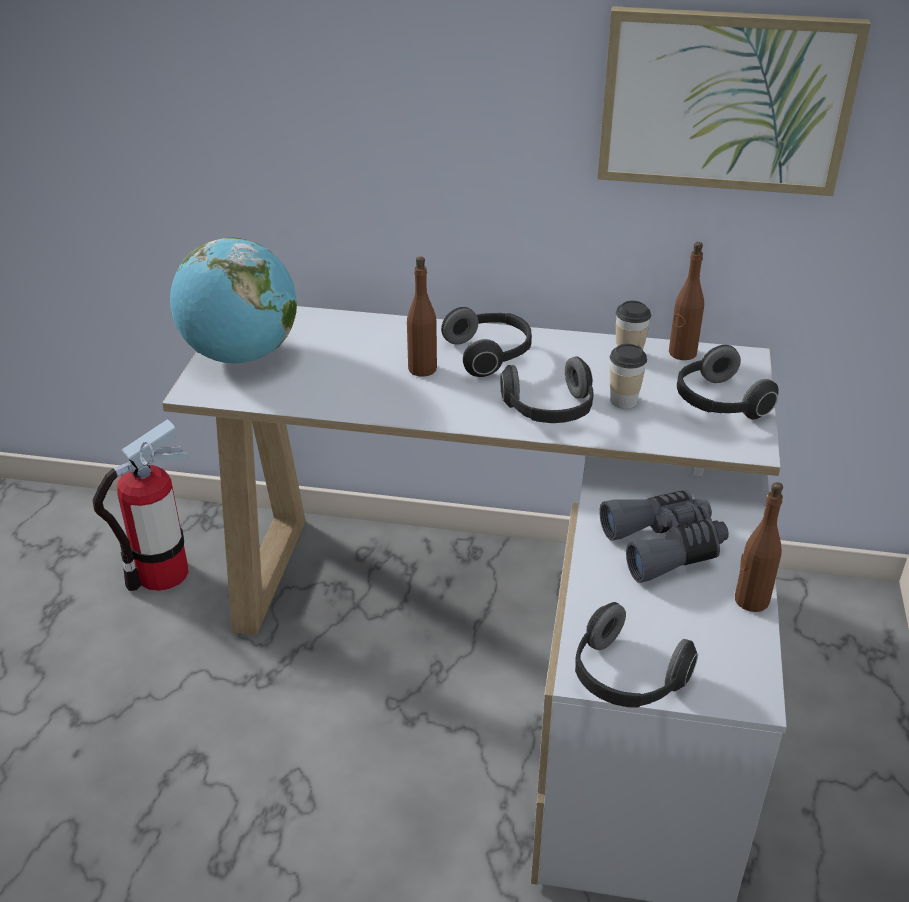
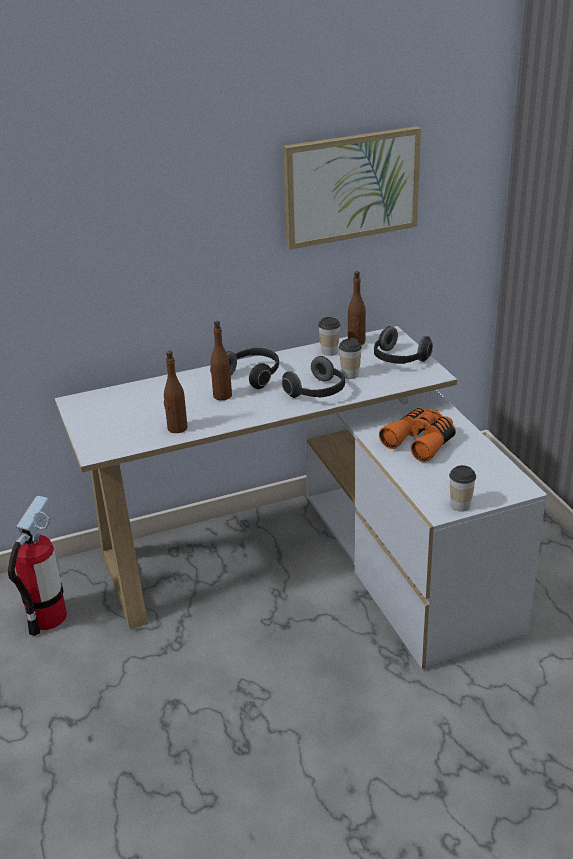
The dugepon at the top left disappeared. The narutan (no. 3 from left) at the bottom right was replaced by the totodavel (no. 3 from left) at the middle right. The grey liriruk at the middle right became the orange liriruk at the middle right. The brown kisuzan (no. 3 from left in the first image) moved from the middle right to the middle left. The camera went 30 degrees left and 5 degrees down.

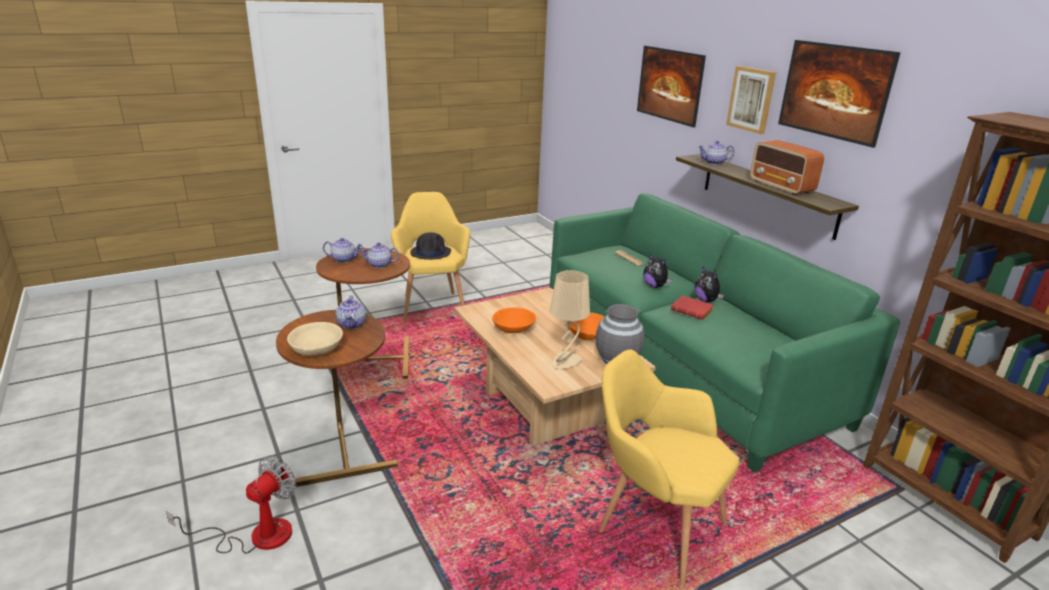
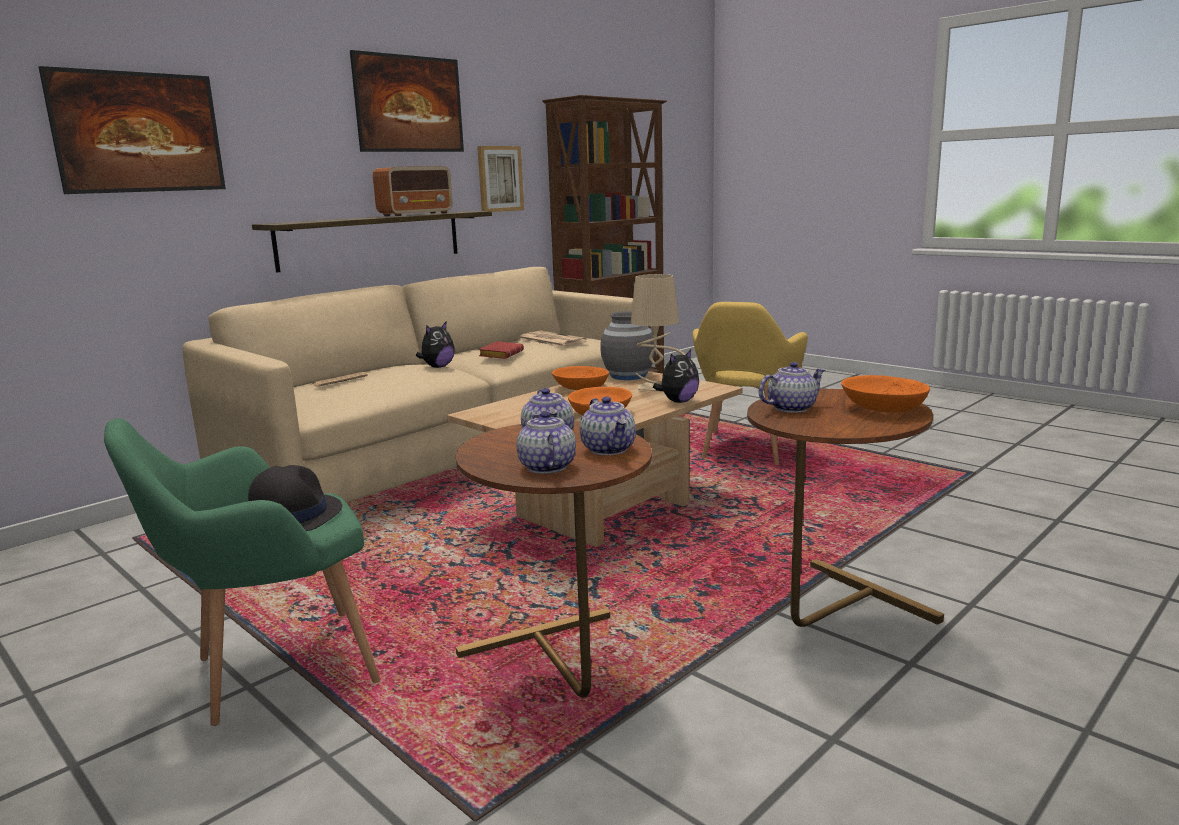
The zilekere at the bottom left disappeared. The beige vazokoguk at the middle left became the orange vazokoguk (no. 3 from left) at the middle right. The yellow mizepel (no. 1 from left) at the centre became the green mizepel at the bottom left. The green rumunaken at the middle right became the beige rumunaken at the centre. The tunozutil (no. 2 from left) moved from the middle right to the centre. The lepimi (no. 4 from left in the first image) moved from the top right to the centre. The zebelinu (no. 2 from left in the first image) moved from the top right to the top centre. The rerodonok (no. 2 from left) at the centre appeared. The camera went 105 degrees left and 10 degrees down.

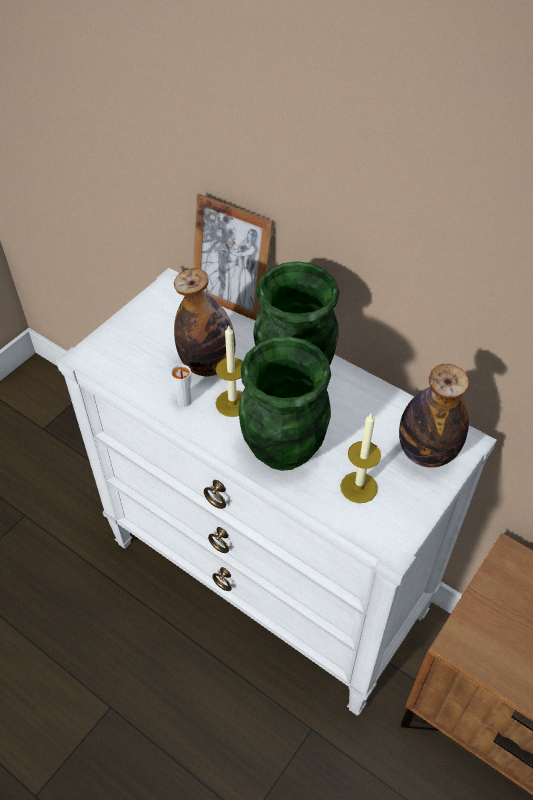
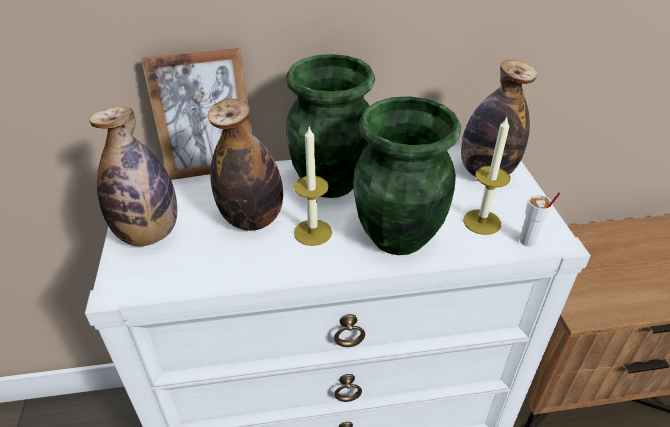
The white totodavel moved from the centre to the middle right. The kisuzan (no. 1 from left) at the middle left appeared. The camera went 45 degrees left and 10 degrees down.

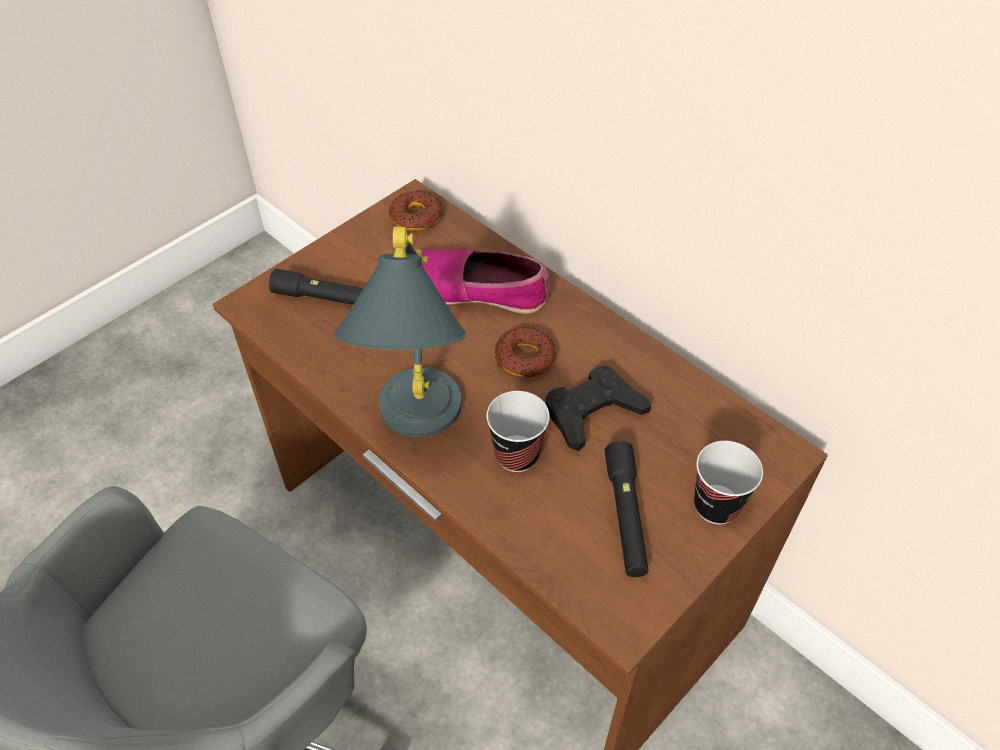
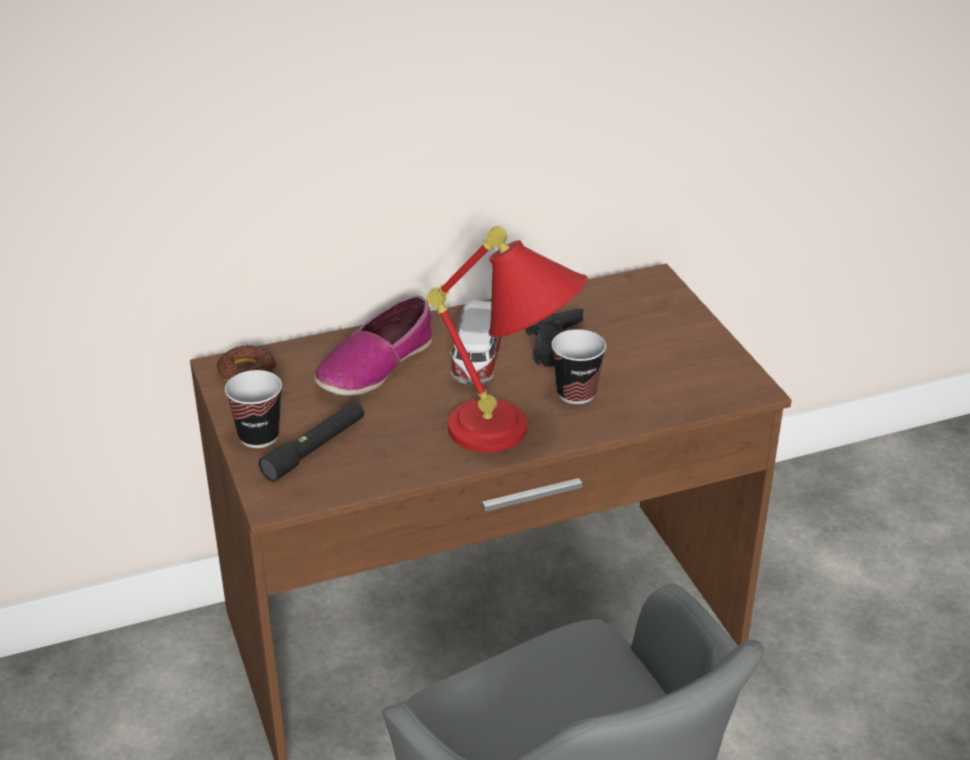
The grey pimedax at the centre became the red pimedax at the centre. The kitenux (no. 2 from left) at the centre was replaced by the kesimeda at the centre. The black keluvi (no. 2 from left) at the bottom centre disappeared. The totodavel (no. 2 from left in the first image) moved from the middle right to the middle left. The camera went 65 degrees left and 15 degrees down.

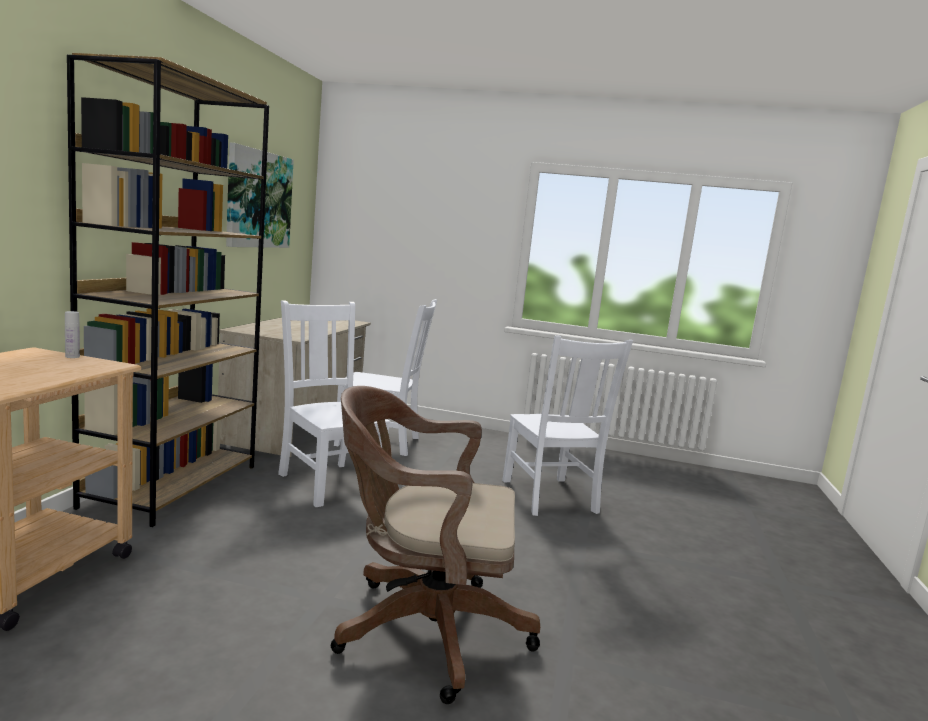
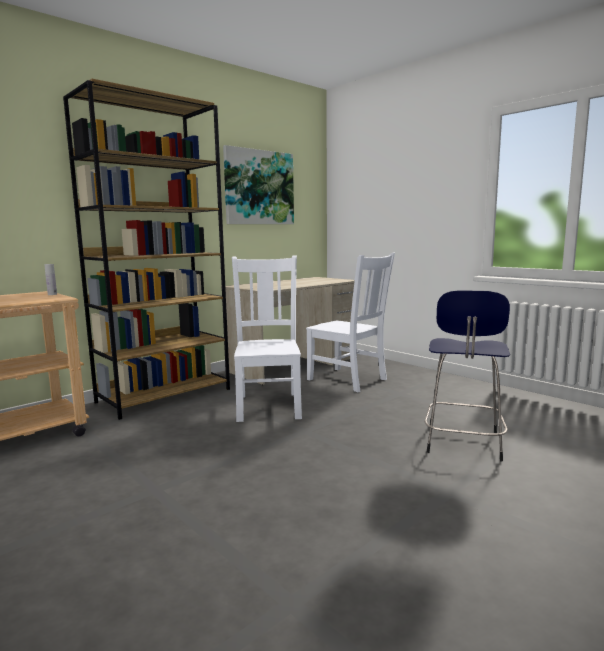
The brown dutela at the bottom centre disappeared. The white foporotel (no. 3 from left) at the centre was replaced by the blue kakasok at the middle right. The camera went 35 degrees right and 0 degrees up.

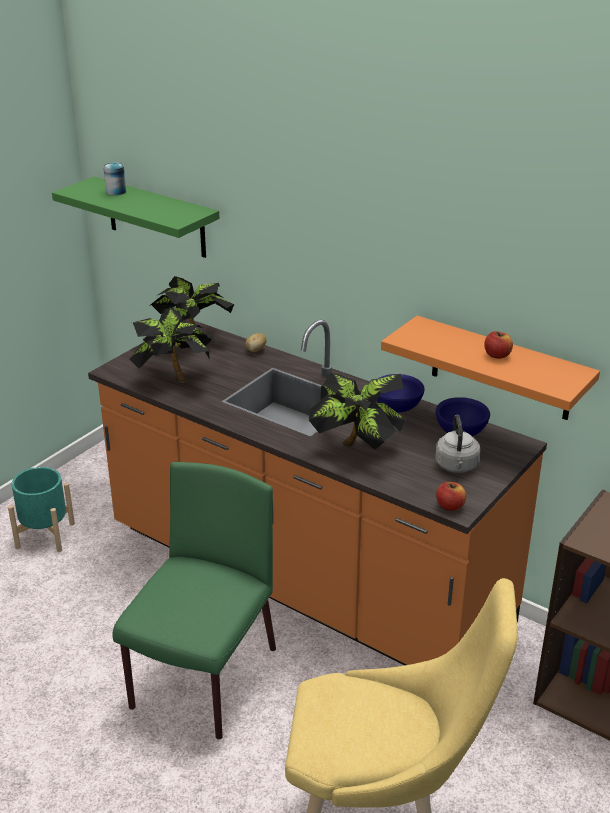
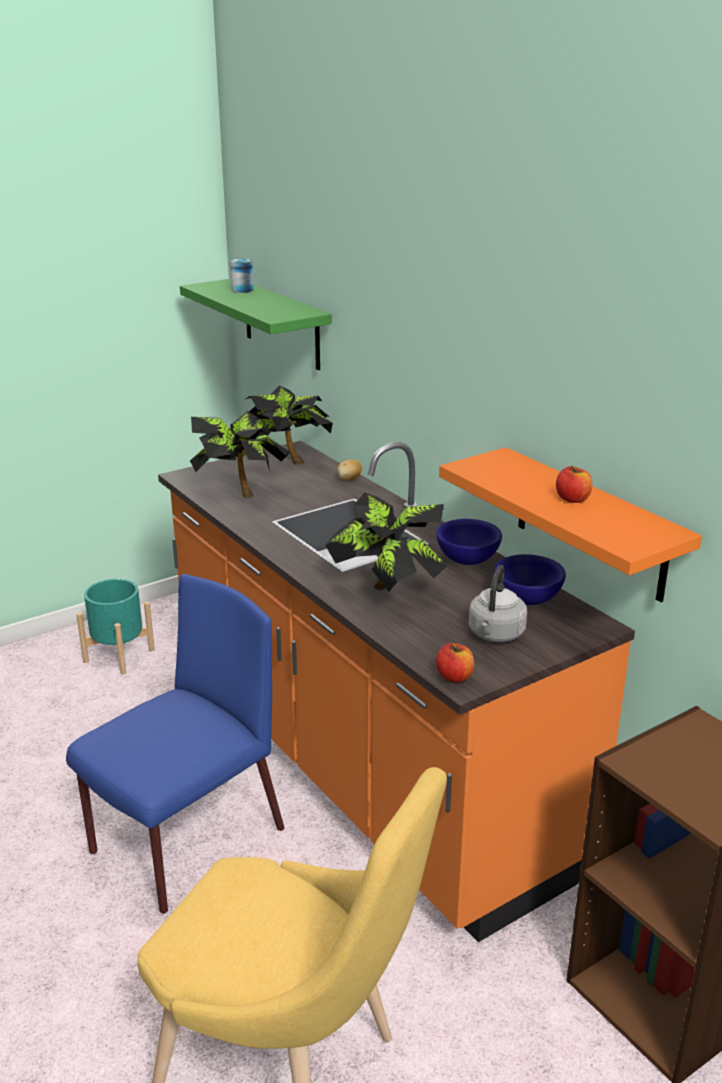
The green foporotel at the bottom left became the blue foporotel at the bottom left. The camera went 20 degrees right and 5 degrees down.

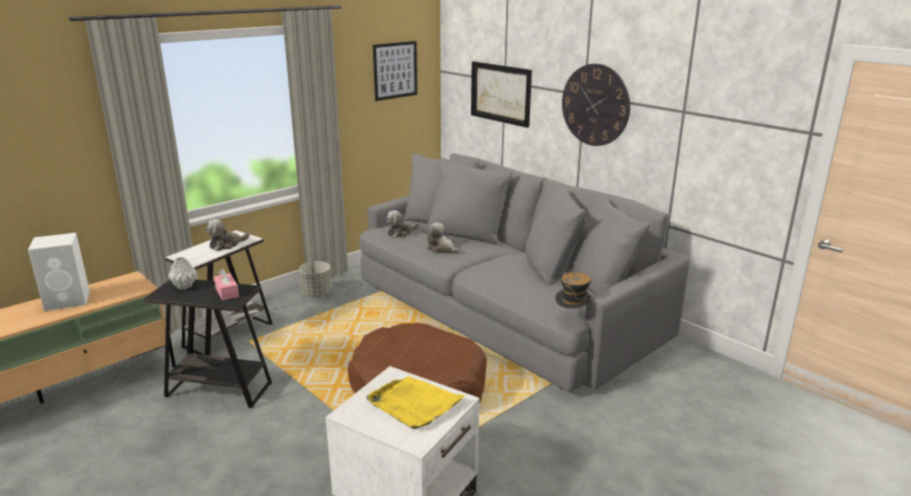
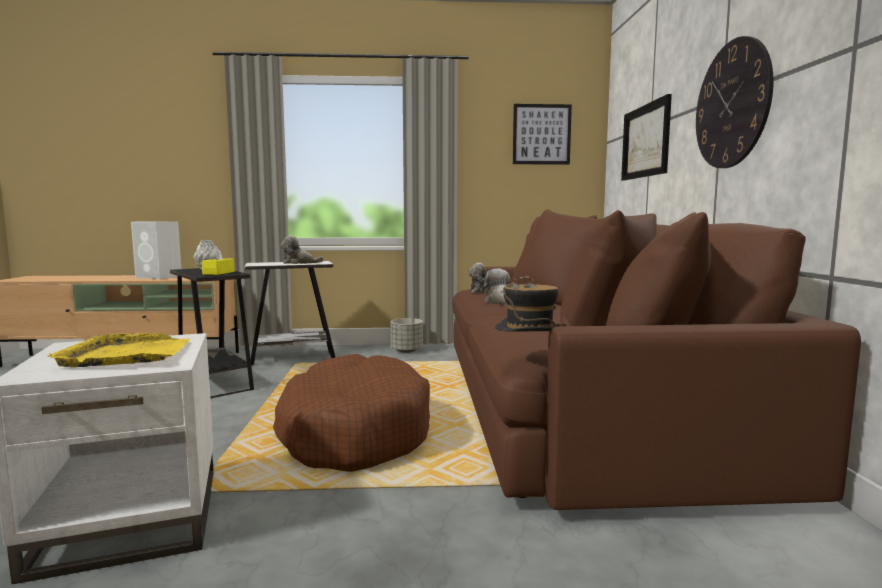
The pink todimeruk at the middle left became the yellow todimeruk at the middle left. The grey rumunaken at the centre became the brown rumunaken at the middle right. The camera went 40 degrees right and 15 degrees down.

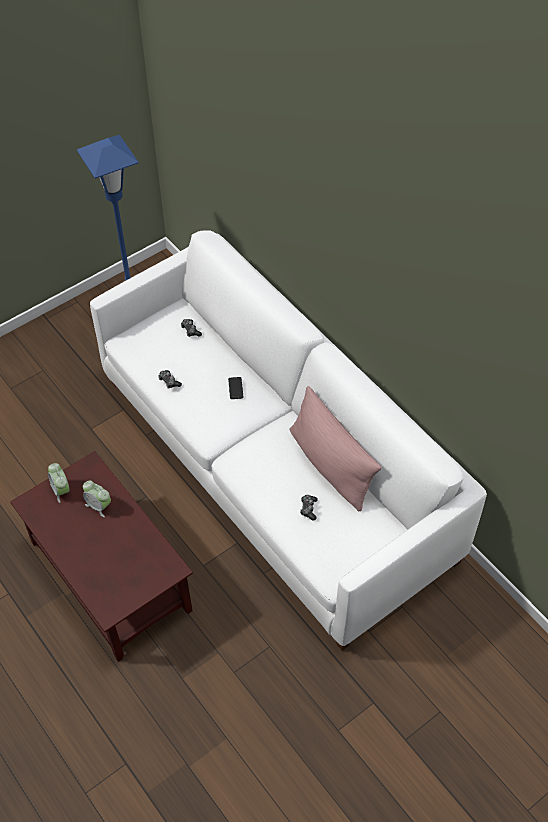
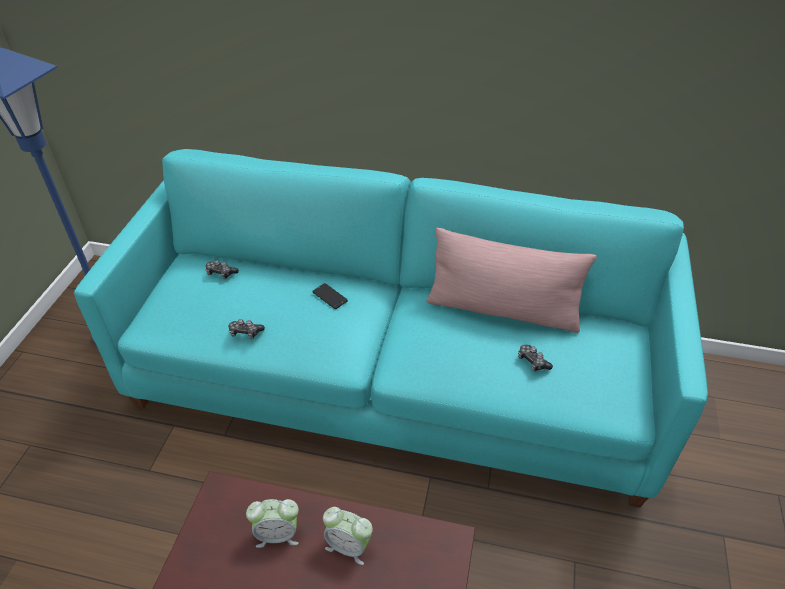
The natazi (no. 1 from left in the first image) moved from the middle left to the bottom centre. The white rumunaken at the centre became the turquoise rumunaken at the centre. The camera went 40 degrees left and 10 degrees down.

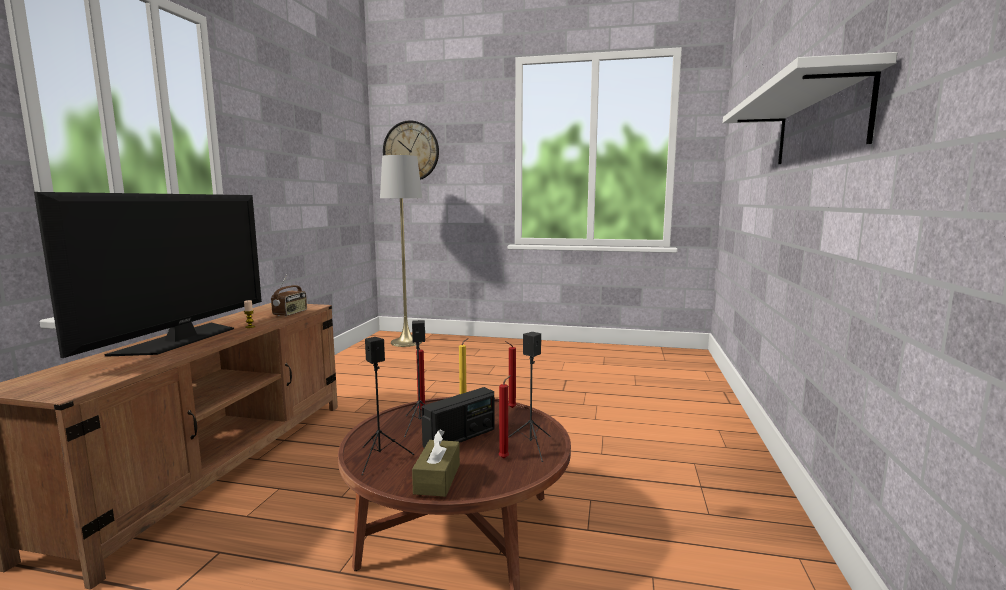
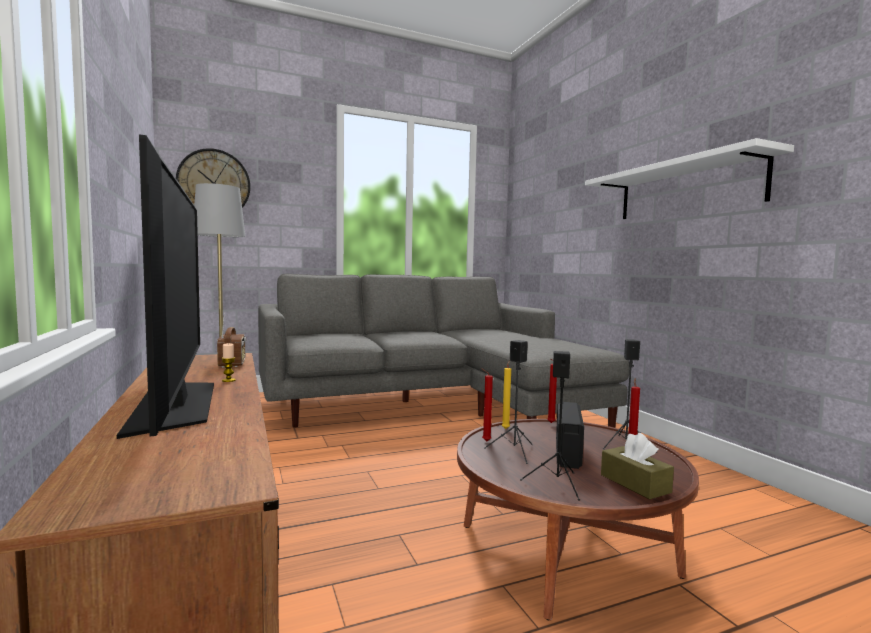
The grey rumunaken at the centre appeared. The camera went 35 degrees left and 5 degrees down.

